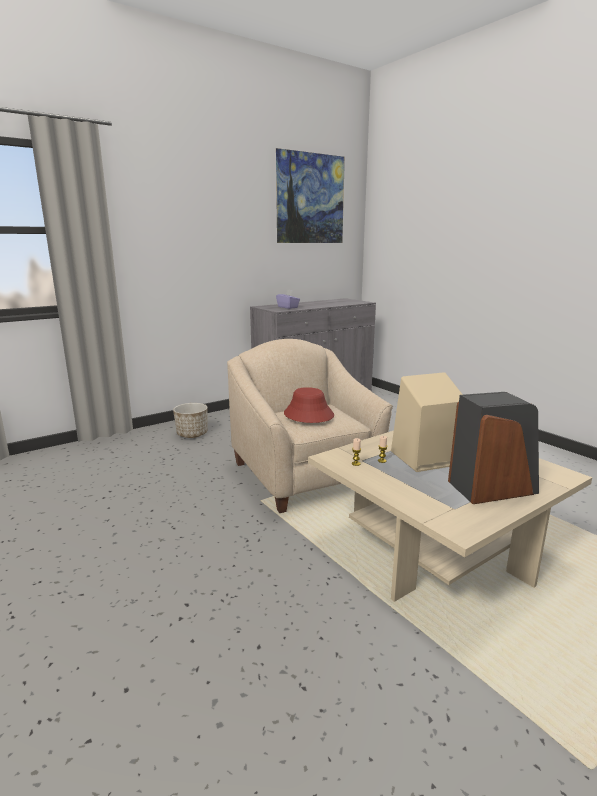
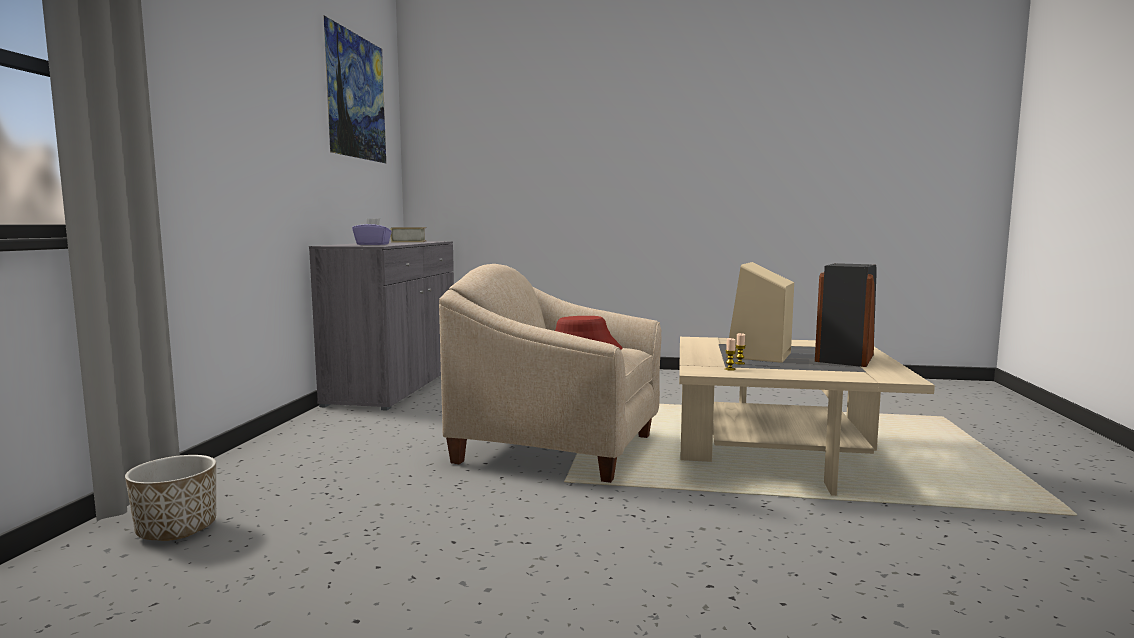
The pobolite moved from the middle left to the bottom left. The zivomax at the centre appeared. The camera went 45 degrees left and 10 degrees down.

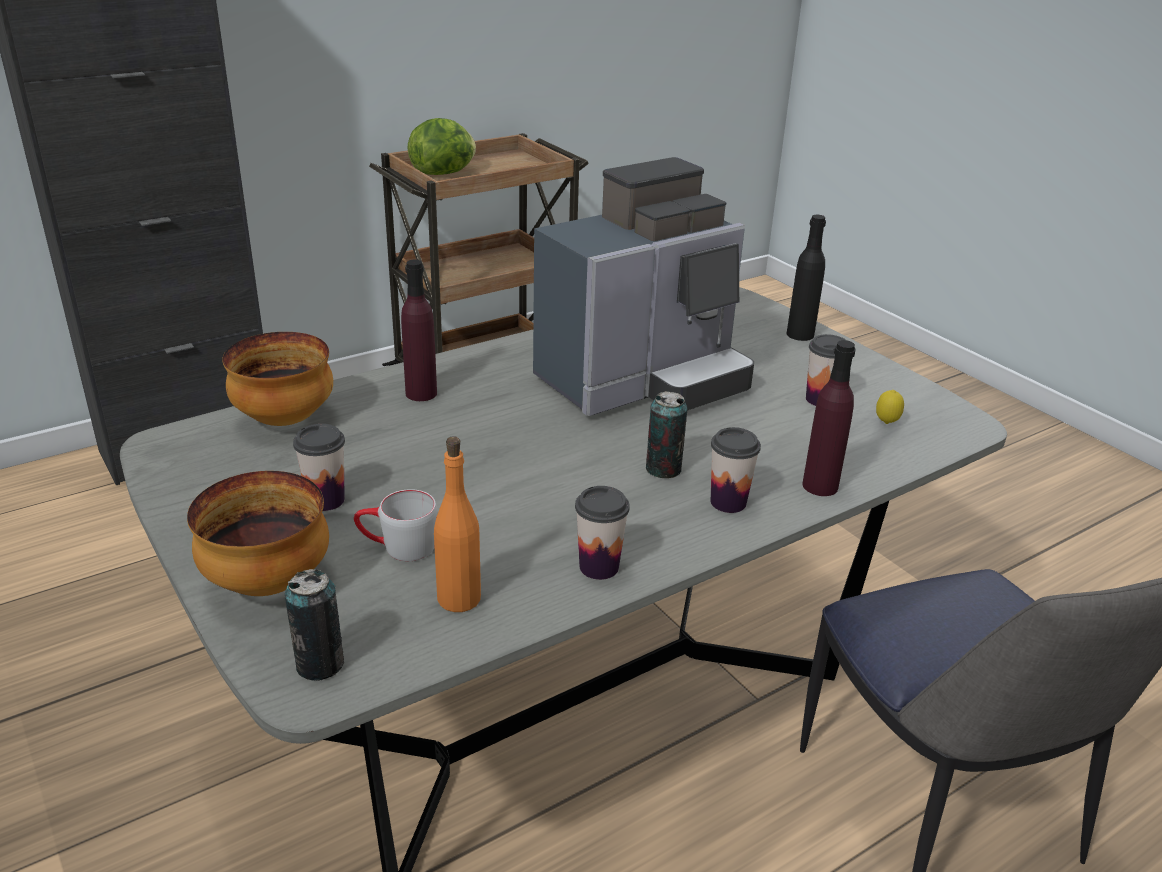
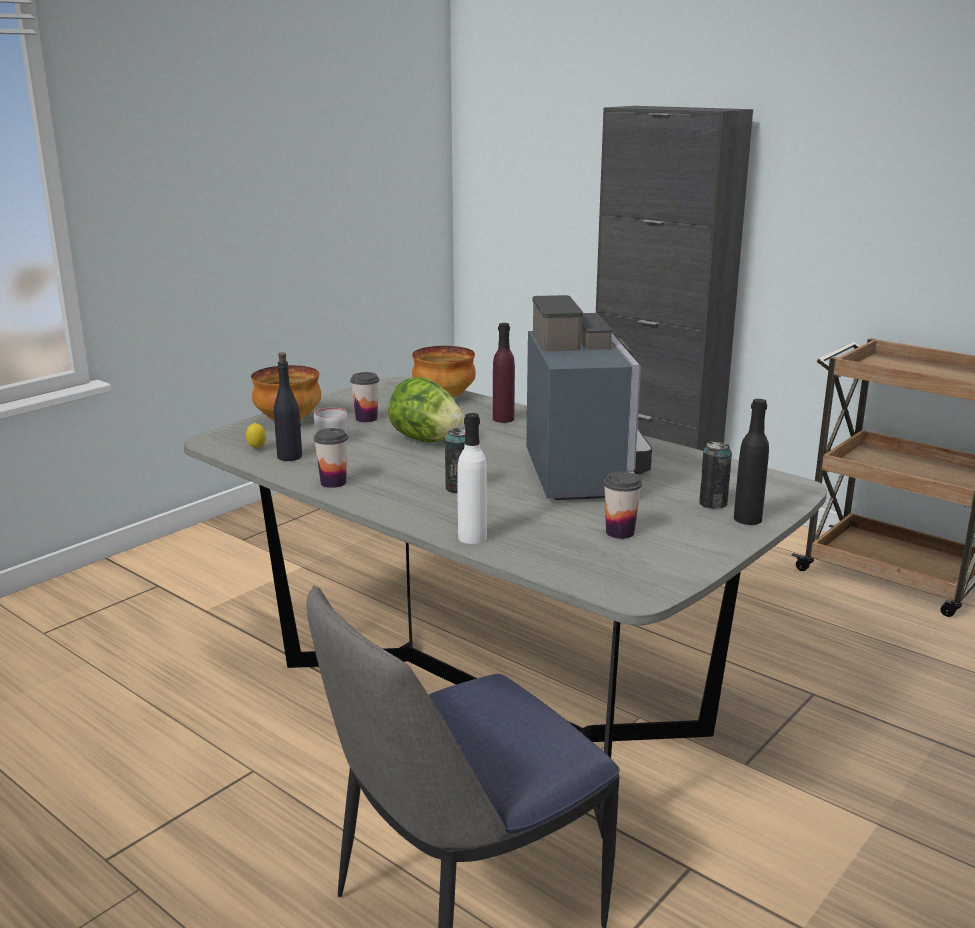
The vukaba (no. 1 from left in the first image) moved from the bottom left to the middle right. The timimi moved from the top centre to the centre. The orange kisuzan at the centre became the black kisuzan (no. 1 from left) at the middle left. The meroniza at the top centre turned 135 degrees counterclockwise. The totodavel (no. 3 from left) at the centre disappeared. The purple kisuzan (no. 2 from left) at the middle right became the white kisuzan at the centre. The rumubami moved from the middle right to the middle left. The camera went 75 degrees right and 10 degrees down.

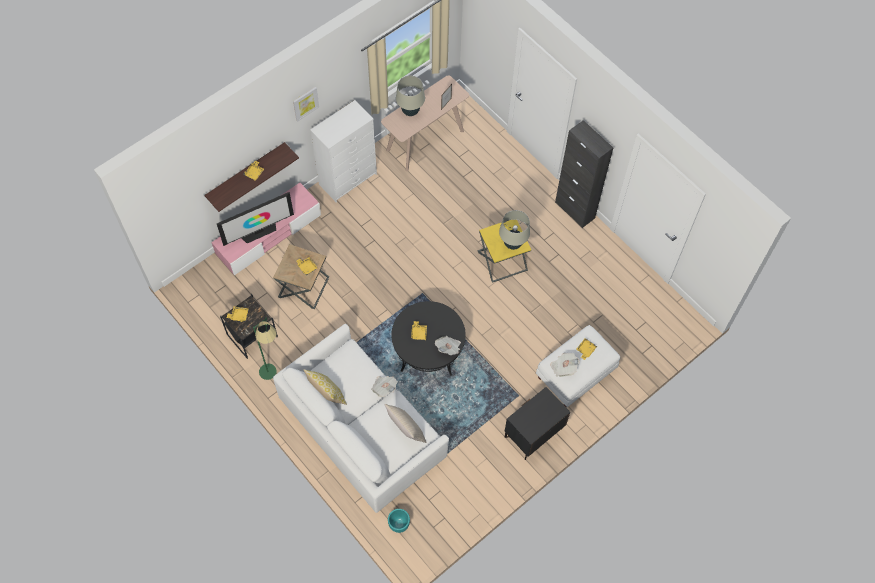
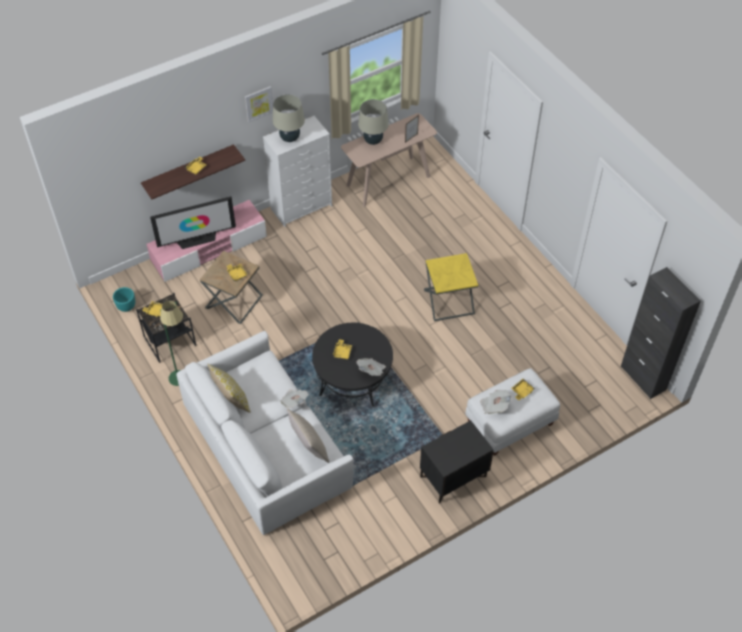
The turquoise pobolite moved from the bottom centre to the middle left. The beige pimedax (no. 2 from left in the first image) moved from the centre to the top centre. The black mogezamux moved from the top right to the middle right. The camera went 10 degrees right and 10 degrees down.

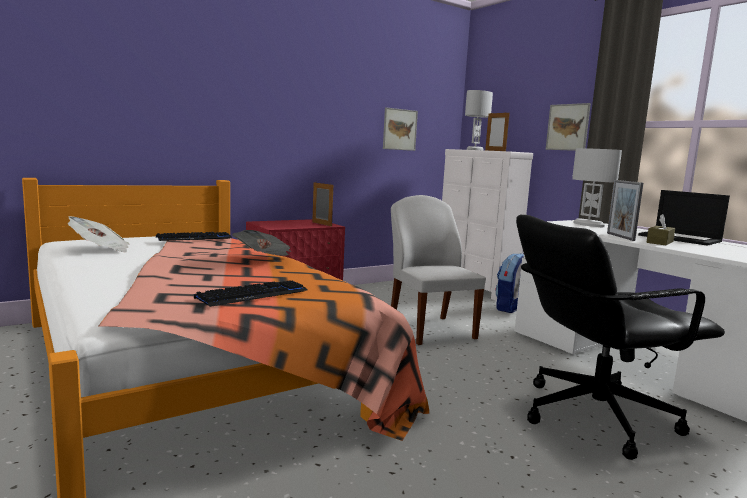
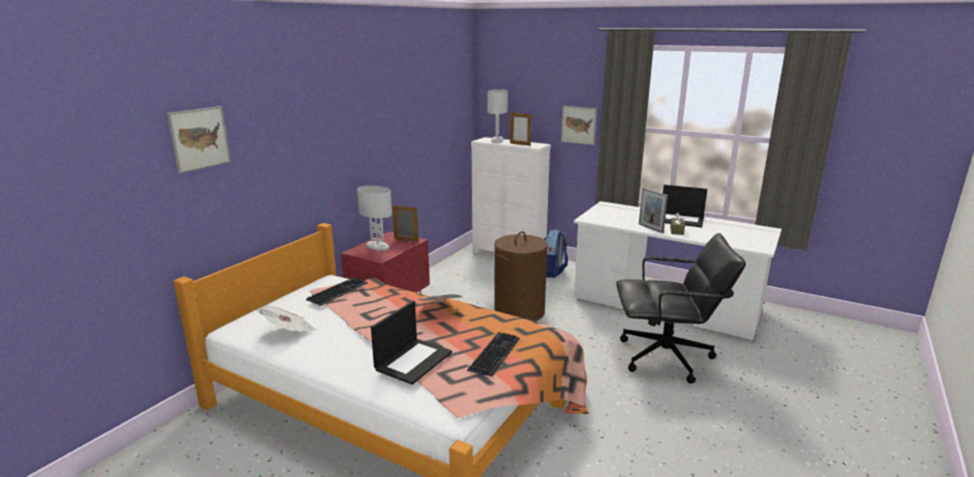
The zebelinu (no. 1 from left) moved from the top centre to the top left. The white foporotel at the centre was replaced by the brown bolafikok at the centre. The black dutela at the bottom right turned 135 degrees counterclockwise. The white pimedax (no. 2 from left in the first image) moved from the middle right to the centre. The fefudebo (no. 1 from left) at the bottom centre appeared. The camera went 25 degrees left and 10 degrees up.

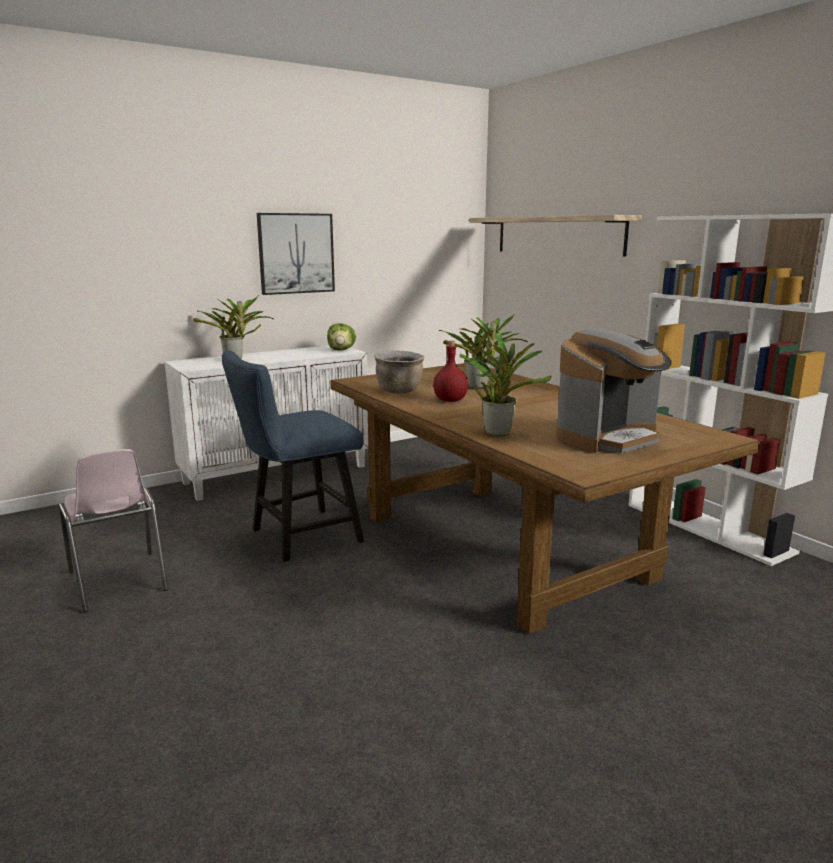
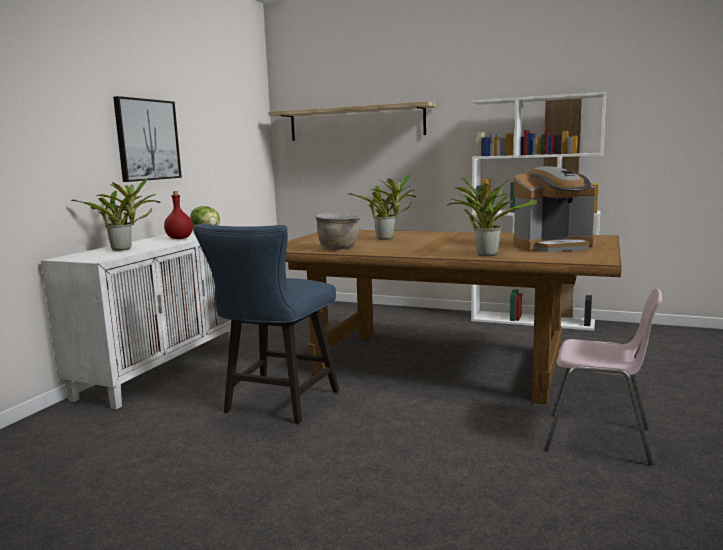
The pink foporotel moved from the middle left to the bottom right. The red kisuzan moved from the centre to the middle left. The meroniza at the middle right turned 60 degrees clockwise. The camera went 35 degrees left and 5 degrees down.

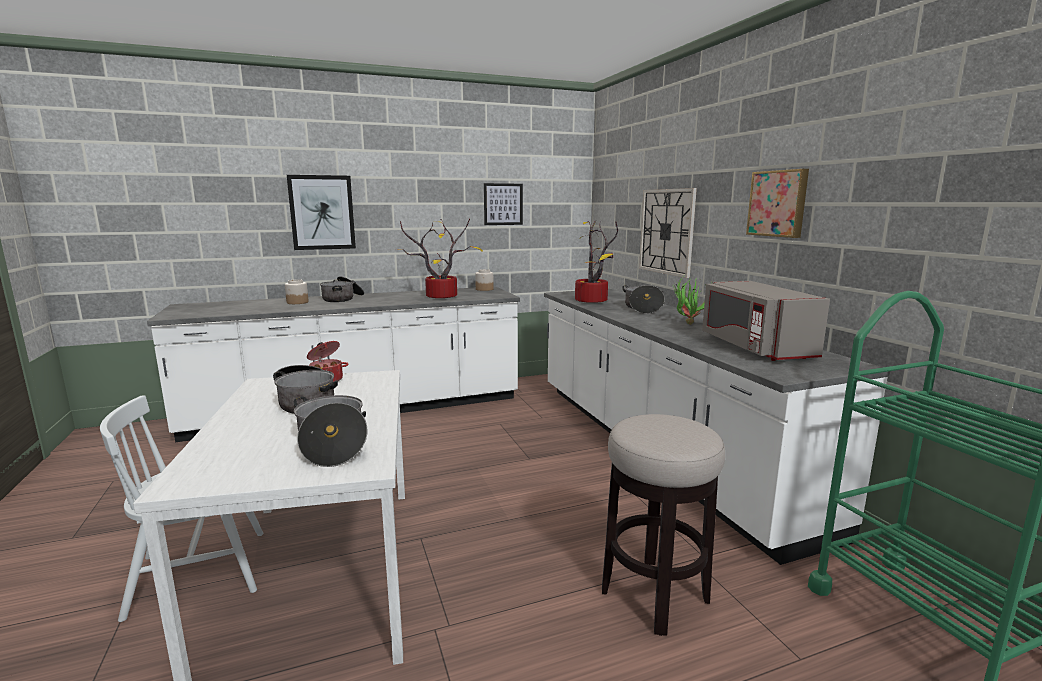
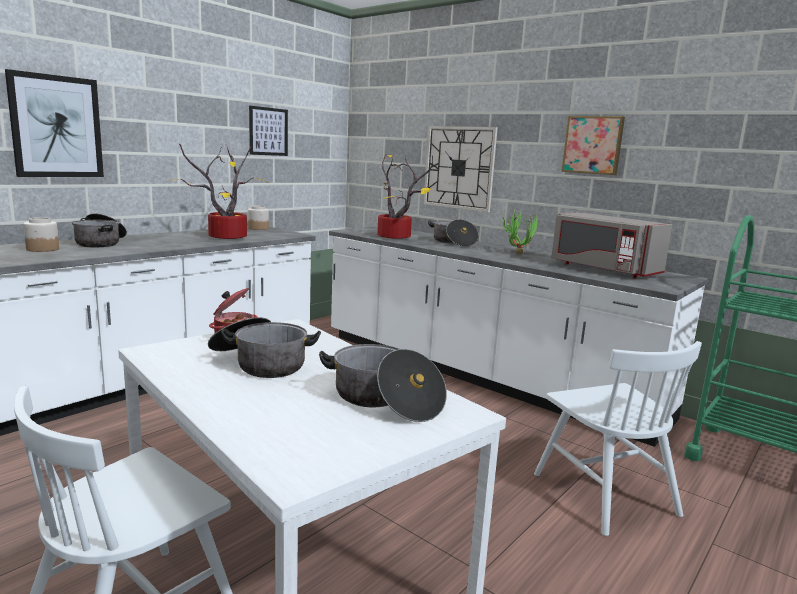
The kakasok at the bottom centre was replaced by the white foporotel (no. 2 from left) at the bottom right. The camera went 30 degrees left and 0 degrees up.

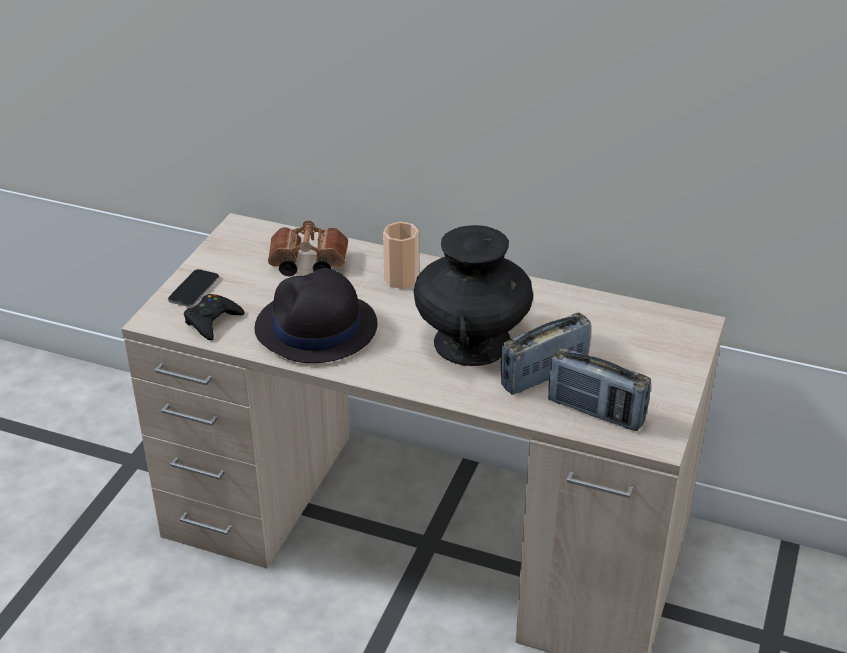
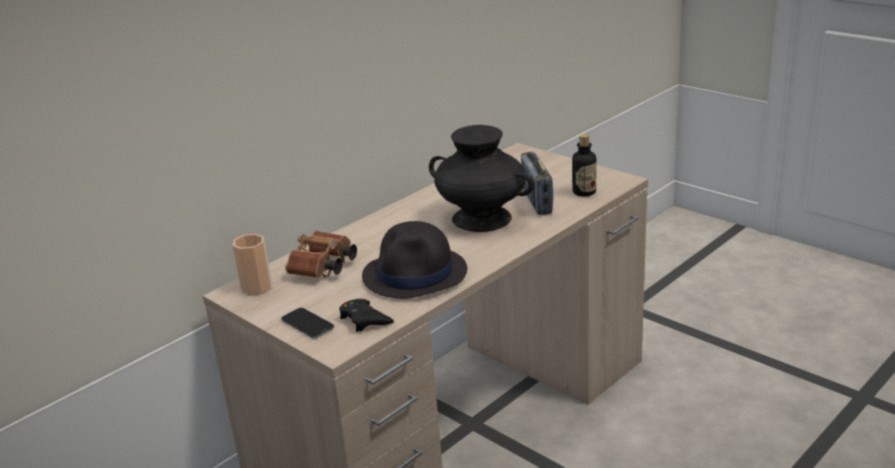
The totodavel moved from the centre to the middle left. The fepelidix (no. 2 from left) at the middle right was replaced by the kisuzan at the centre. The camera went 65 degrees left and 10 degrees down.

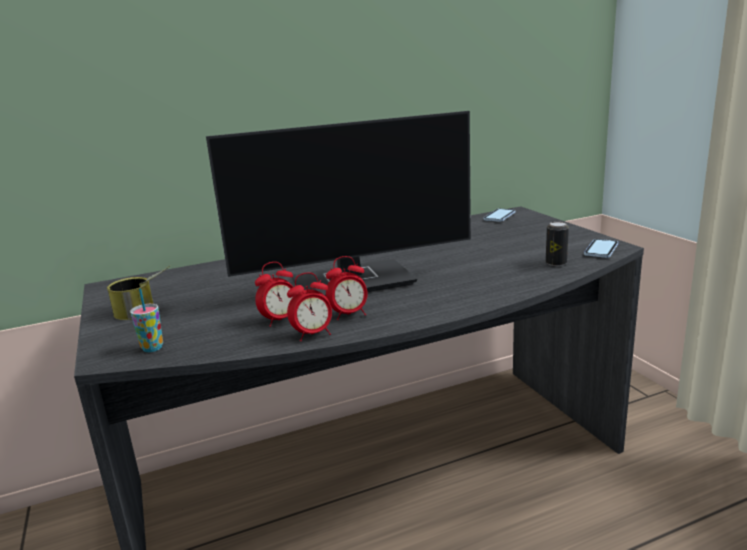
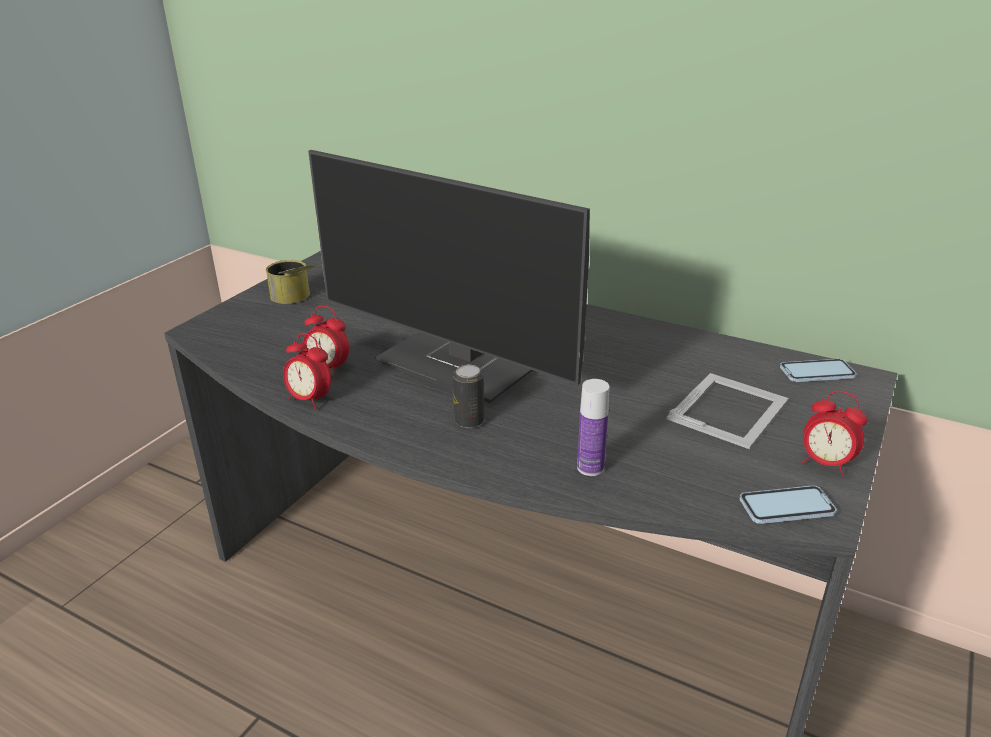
The totodavel at the middle left disappeared. The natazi (no. 3 from left) moved from the centre to the middle right. The vukaba (no. 2 from left) moved from the middle right to the centre. The kisuzan at the centre appeared. The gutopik at the middle right appeared. The camera went 50 degrees right and 10 degrees up.

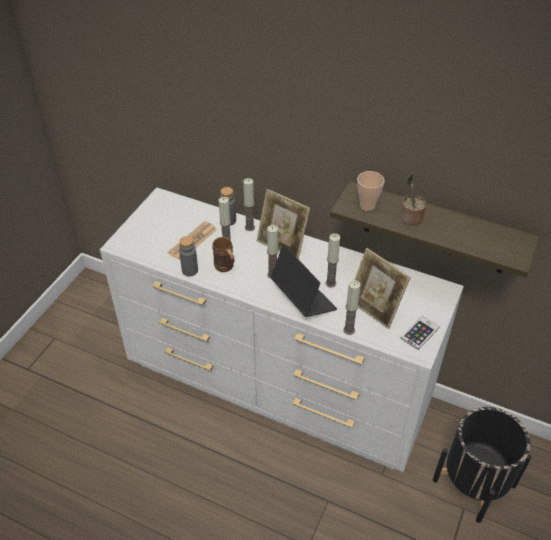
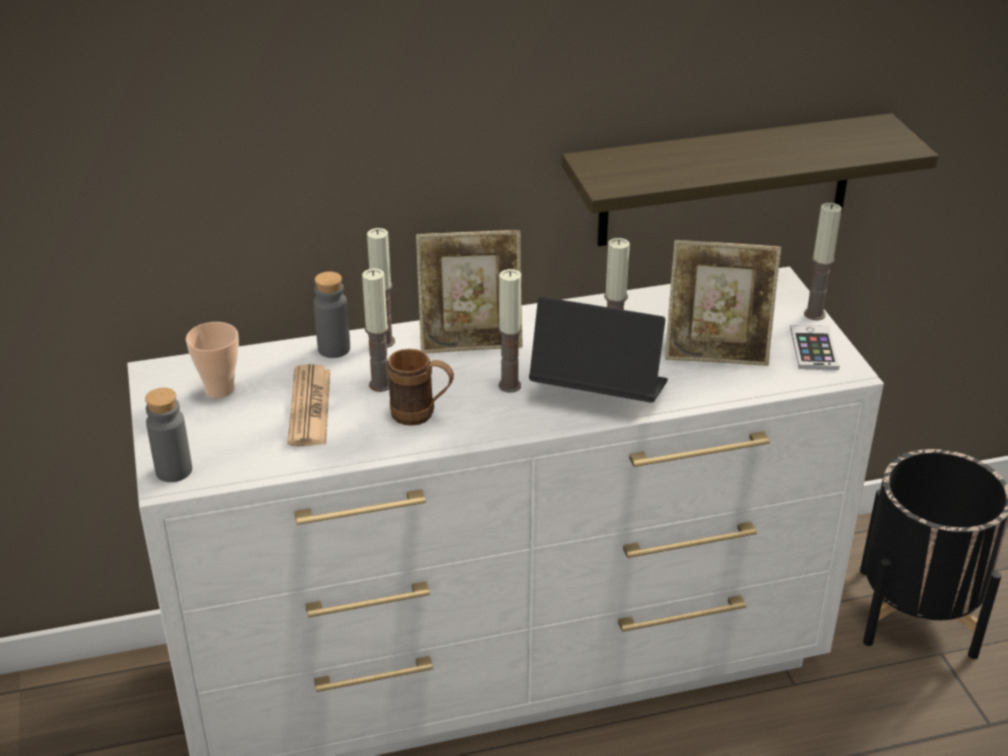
The grey kisuzan (no. 1 from left) moved from the centre to the middle left. The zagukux (no. 5 from left) moved from the centre to the middle right. The totodavel moved from the middle right to the middle left. The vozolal at the middle right disappeared. The camera went 40 degrees left and 10 degrees down.

